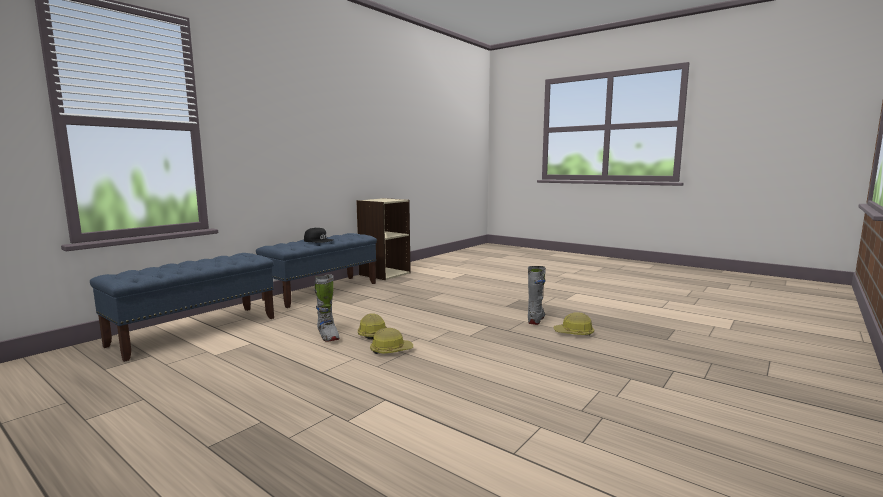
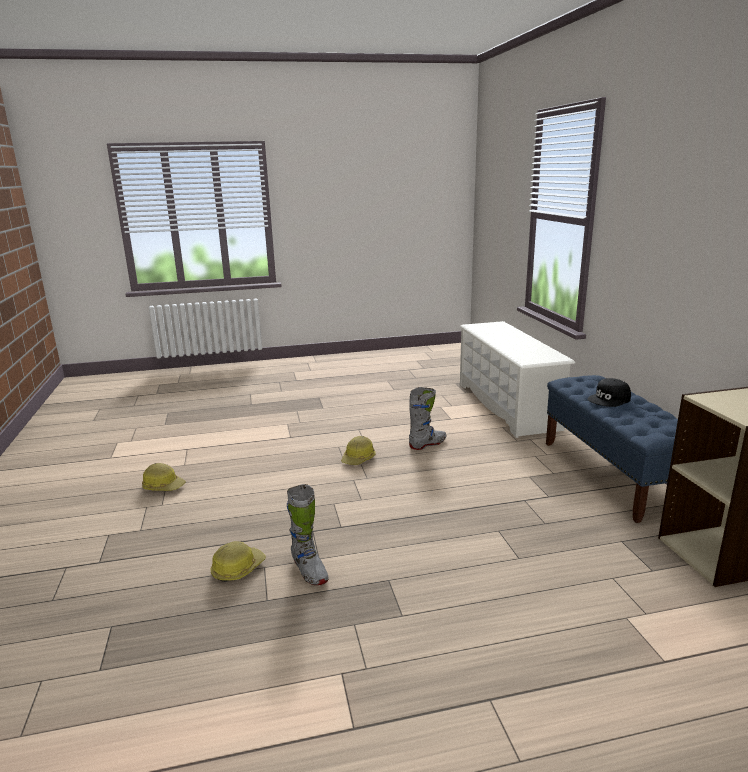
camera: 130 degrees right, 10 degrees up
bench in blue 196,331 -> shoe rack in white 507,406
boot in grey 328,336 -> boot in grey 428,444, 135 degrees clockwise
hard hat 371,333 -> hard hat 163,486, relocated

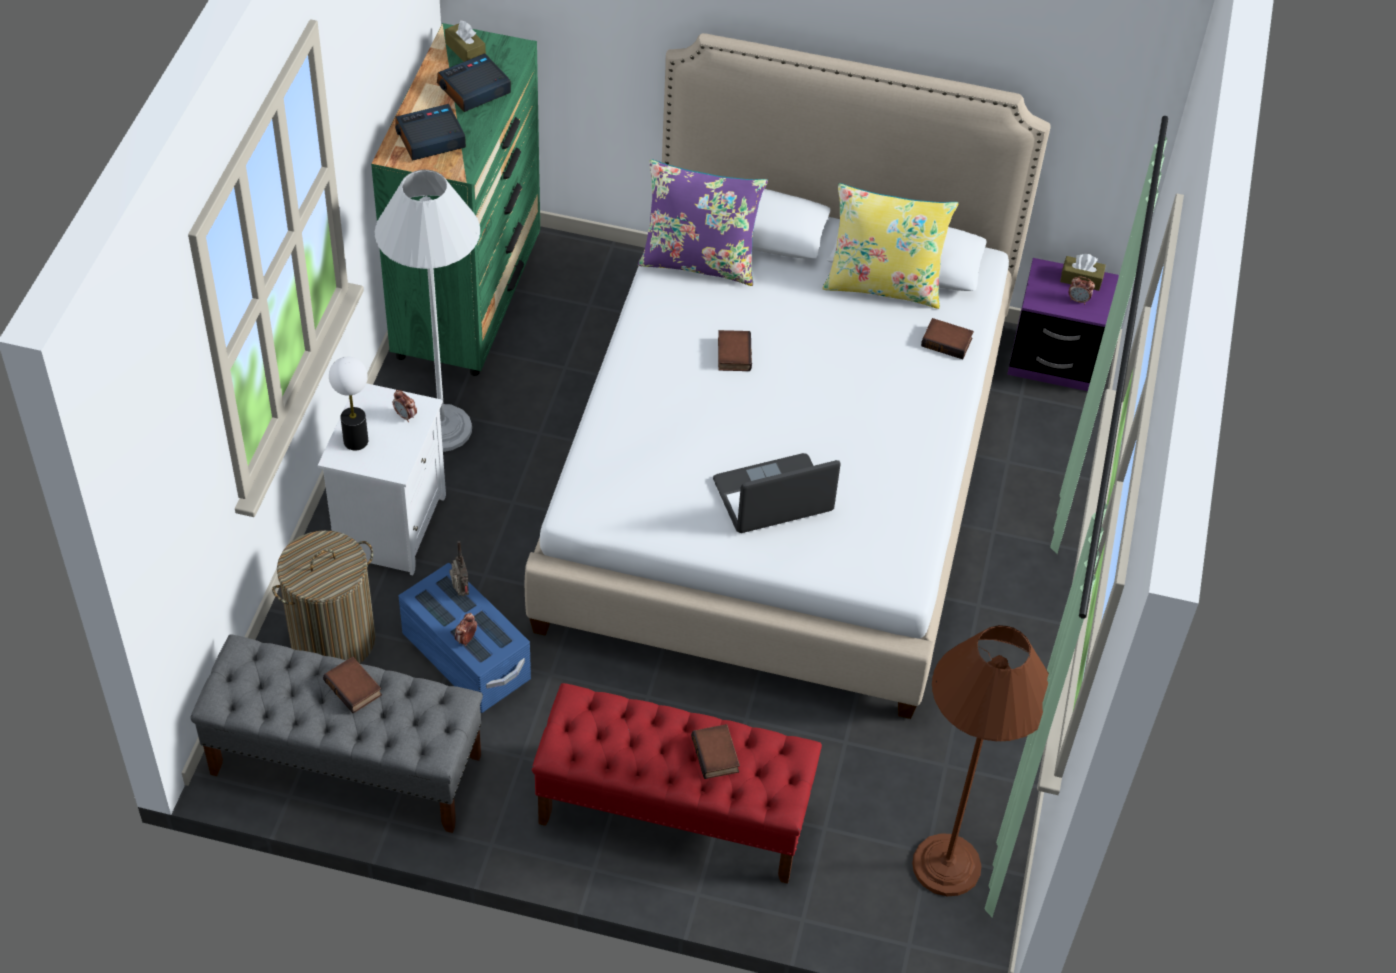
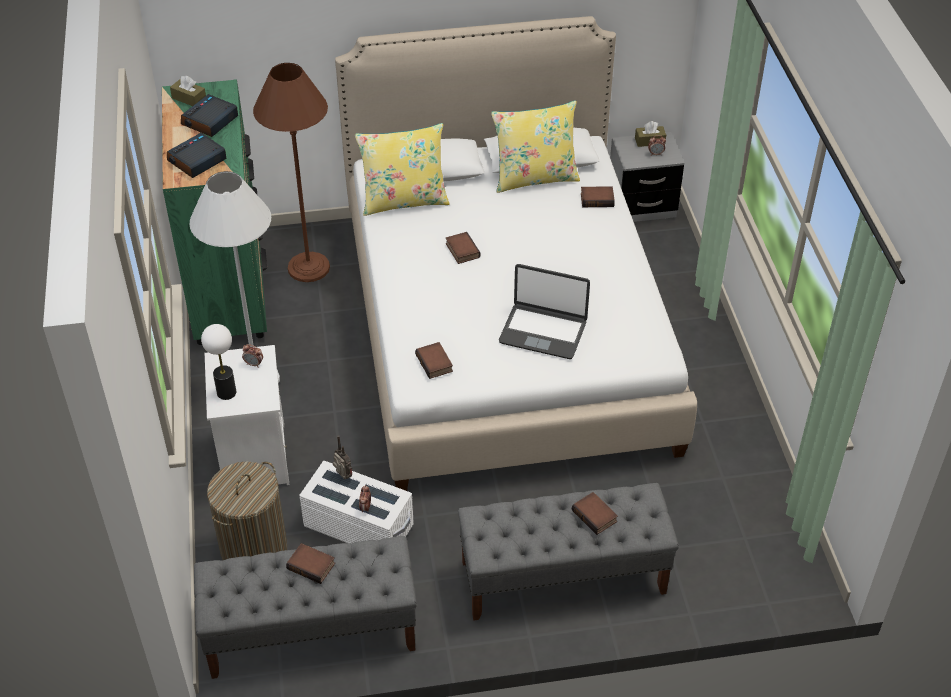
camera: 20 degrees left, 5 degrees down
storage box in blue 466,657 -> storage box in white 358,526
bench in red 673,814 -> bench in grey 562,577
pillow in purple 699,261 -> pillow in yellow 404,200
laptop 773,497 -> laptop 543,331, 120 degrees counterclockwise
floor lamp in brown 946,865 -> floor lamp in brown 308,268, relocated
nightstand in purple 1053,360 -> nightstand in grey 641,205
none -> book 435,363

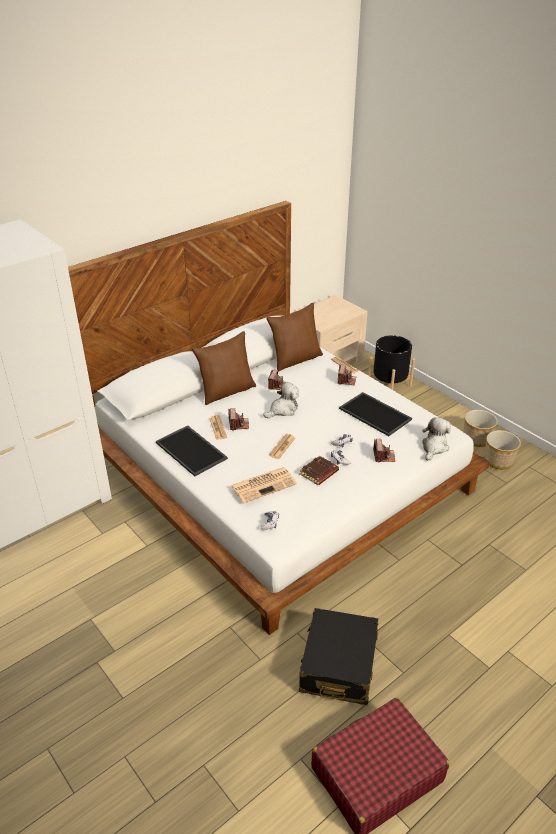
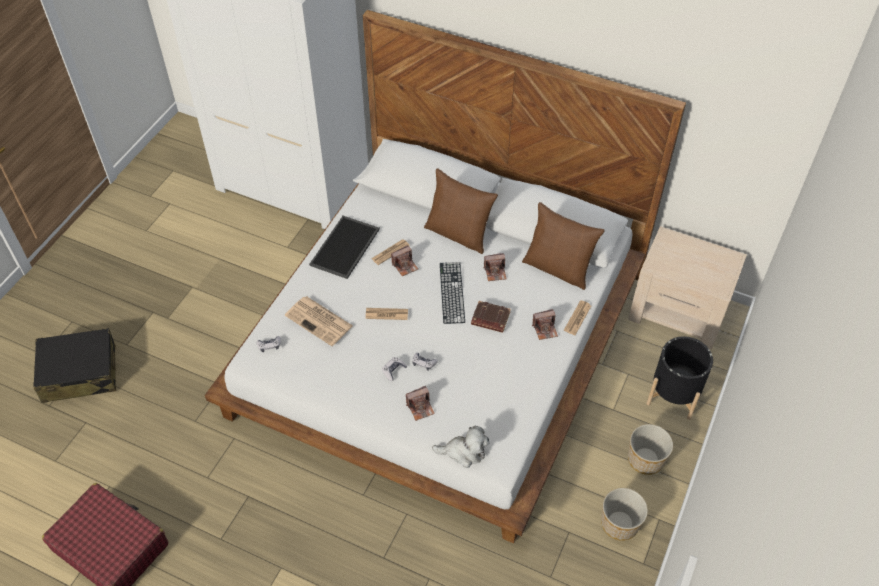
camera: 65 degrees right, 15 degrees up
plush toy 283,410 -> keyboard 452,292
book in brown 319,473 -> book in brown 490,319, relocated
suitcase in black 338,665 -> suitcase in black 79,373, relocated
tray 376,414 -> none
planter 498,461 -> planter 646,460, relocated

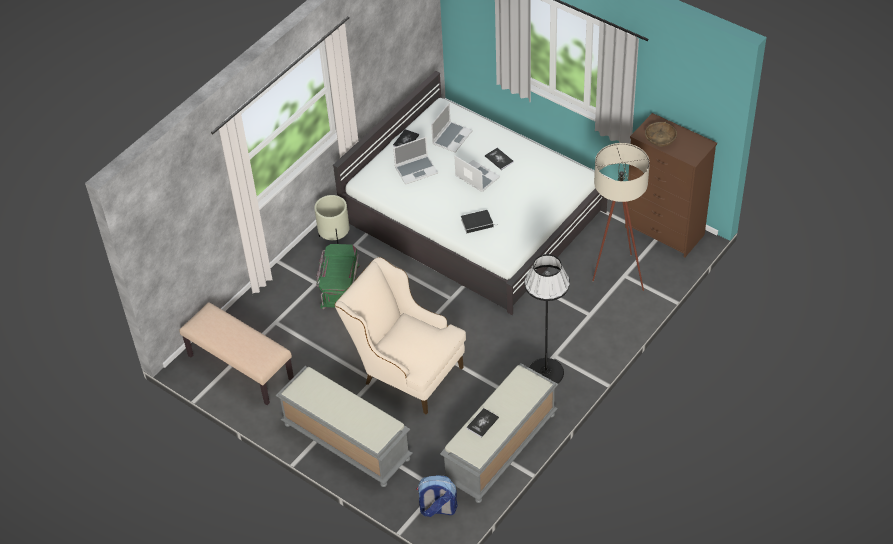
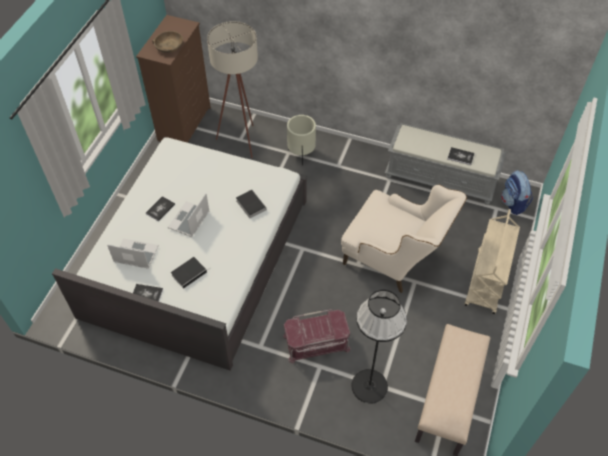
camera: 110 degrees left, 5 degrees up
bench in grey 345,442 -> cart in beige 486,282
planter in beige 335,239 -> planter in beige 301,154, relocated
storage box in green 339,285 -> storage box in red 316,343
armchair in beige 405,371 -> armchair in beige 394,260, 75 degrees counterclockwise
laptop 416,170 -> book 189,273
floor lamp in black 546,372 -> floor lamp in black 369,386, relocated

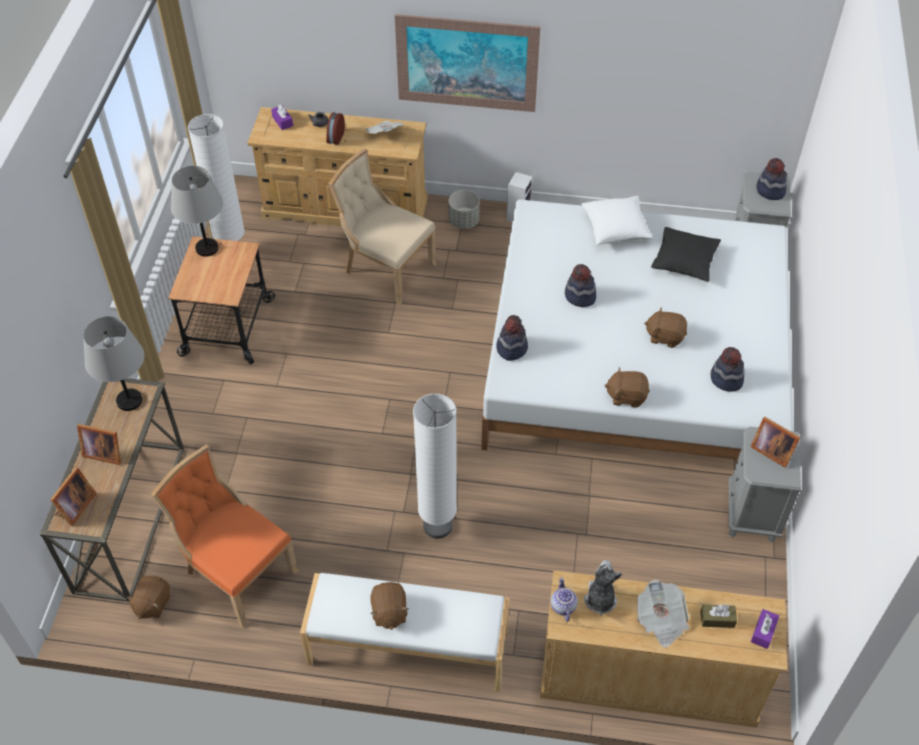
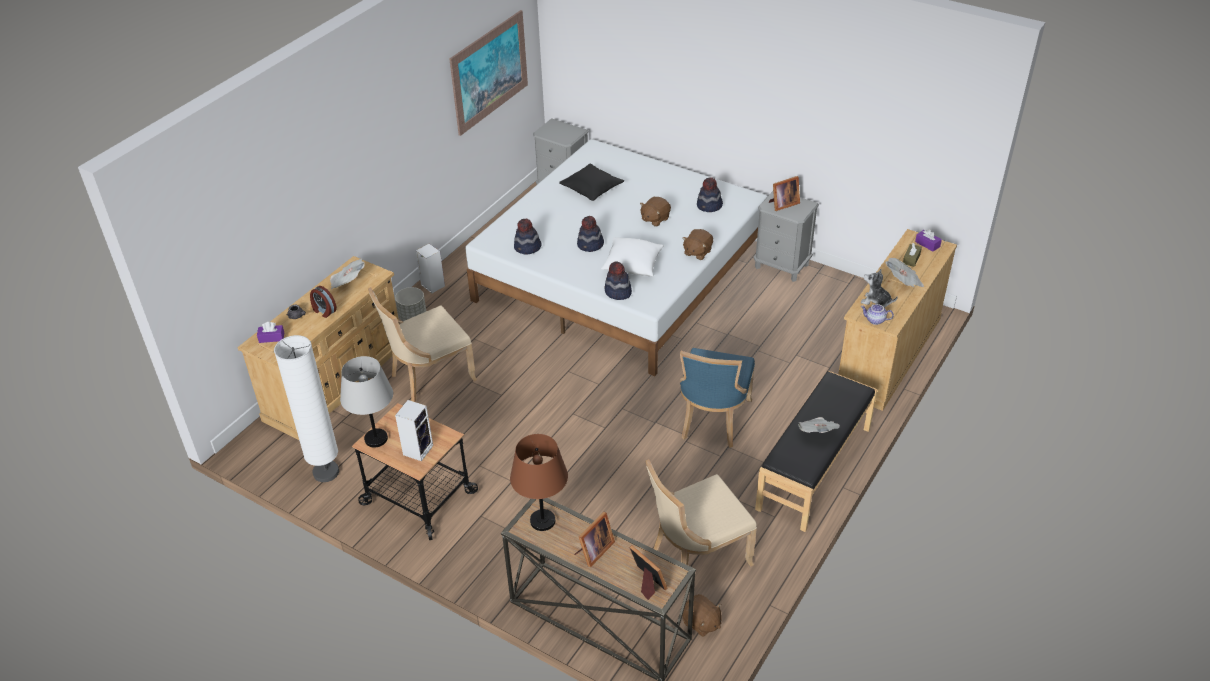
camera: 65 degrees left, 10 degrees down
table lamp in grey 129,401 -> table lamp in brown 543,521
chair in orange 237,572 -> chair in beige 696,556
bench in white 408,649 -> bench in black 815,468
plush toy in brown 389,612 -> newspaper 817,433
picture 467,63 -> picture 489,72, relocated
floor lamp in white 437,526 -> chair in blue 712,421
pillow in white 615,229 -> pillow in white 632,266, relocated
hat 770,191 -> hat 527,248, relocated
none -> speaker 418,449

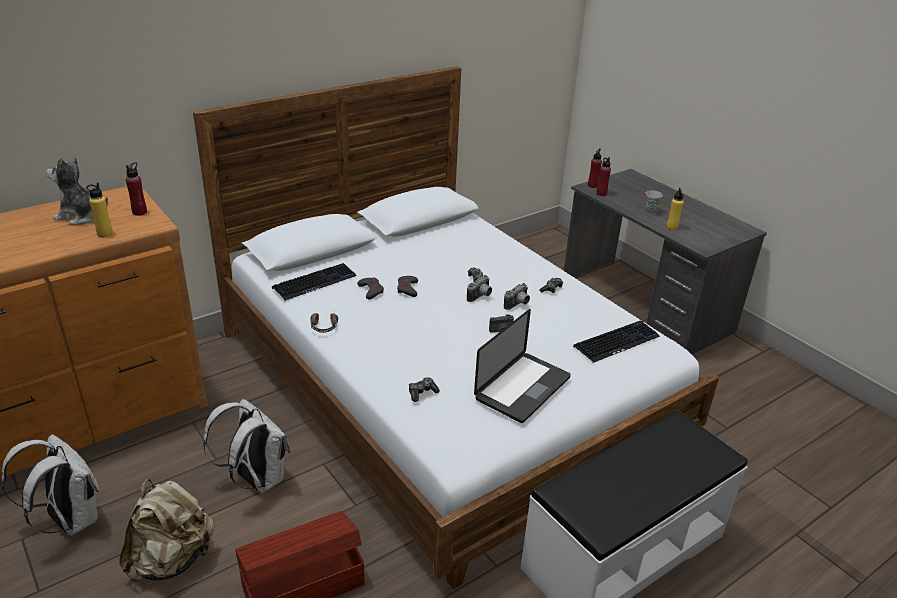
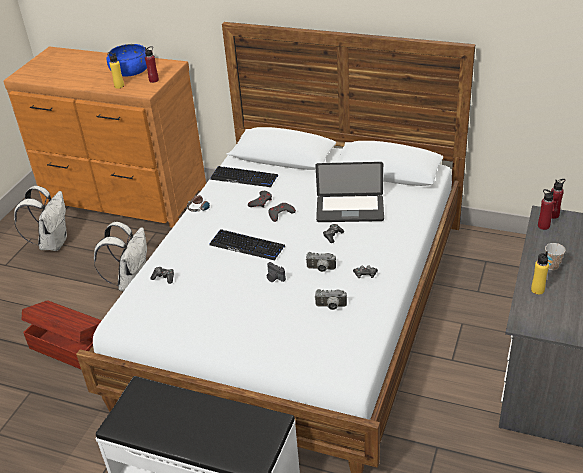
camera: 60 degrees right, 5 degrees up
plush toy 81,216 -> bowl in blue 130,70
backpack in beige 172,559 -> none
photo camera 480,297 -> photo camera 331,307, relocated
laptop 522,388 -> laptop 350,210, relocated
keyboard 616,342 -> keyboard 247,246, relocated

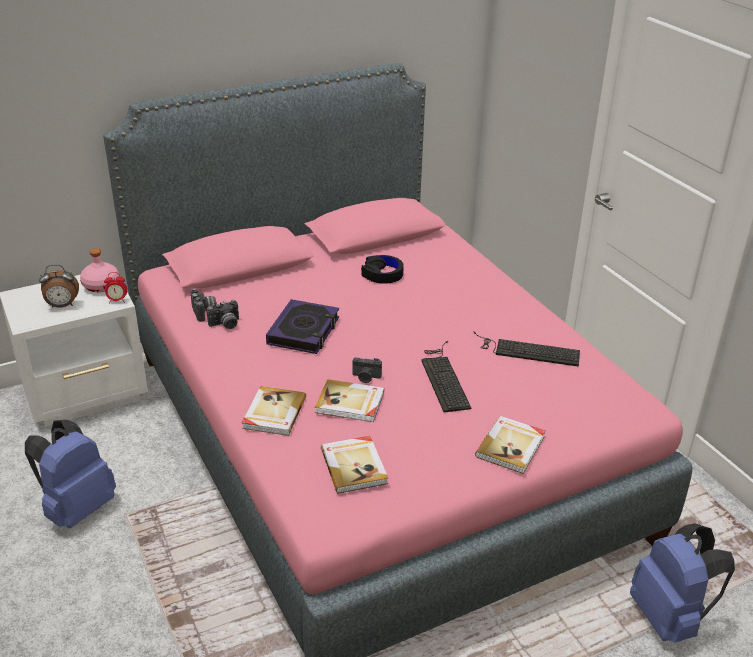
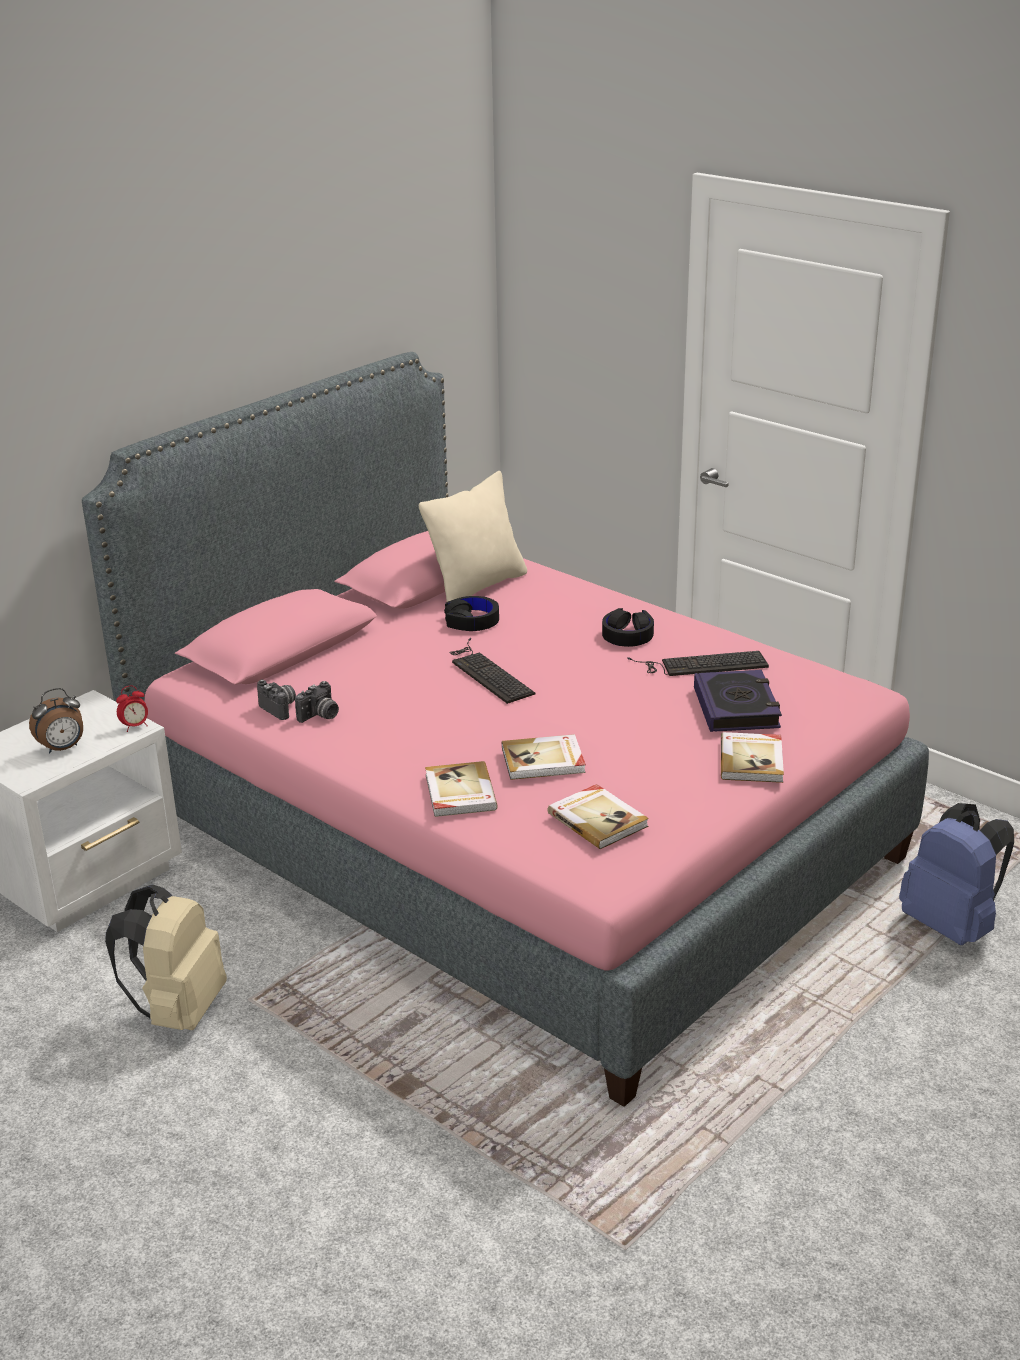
camera: 20 degrees left, 5 degrees down
backpack in blue 77,508 -> backpack in beige 178,1010
bottle in pink 101,285 -> none
book 304,331 -> book 736,708, relocated
photo camera 366,377 -> none
keyboard 444,377 -> keyboard 487,672, relocated
none -> pillow in beige 477,586
none -> headphones in black 627,635

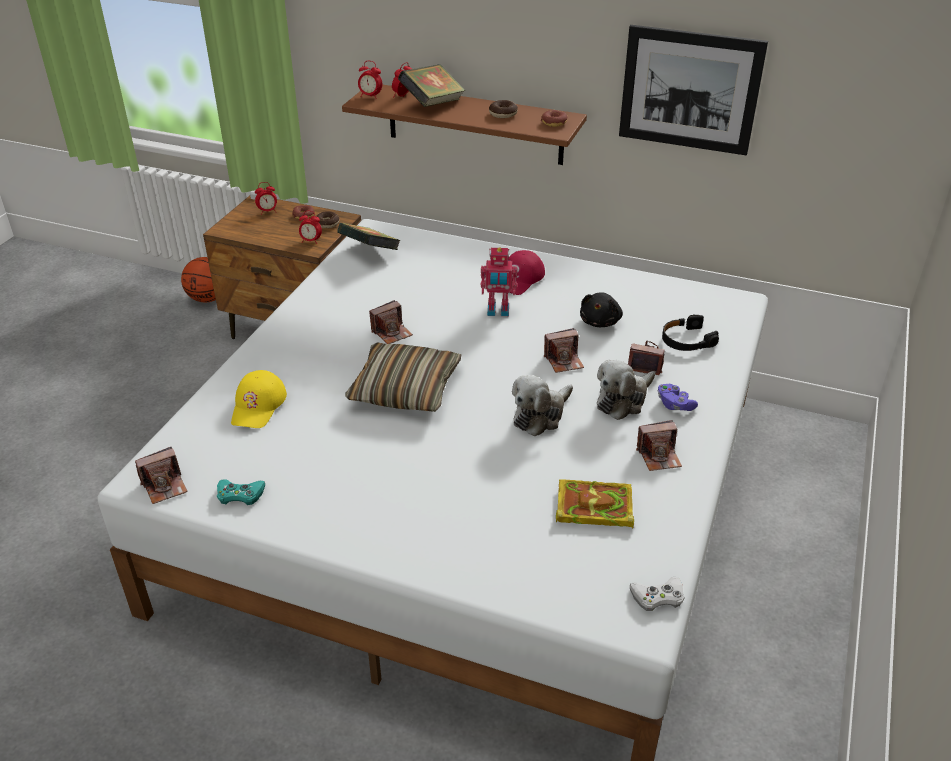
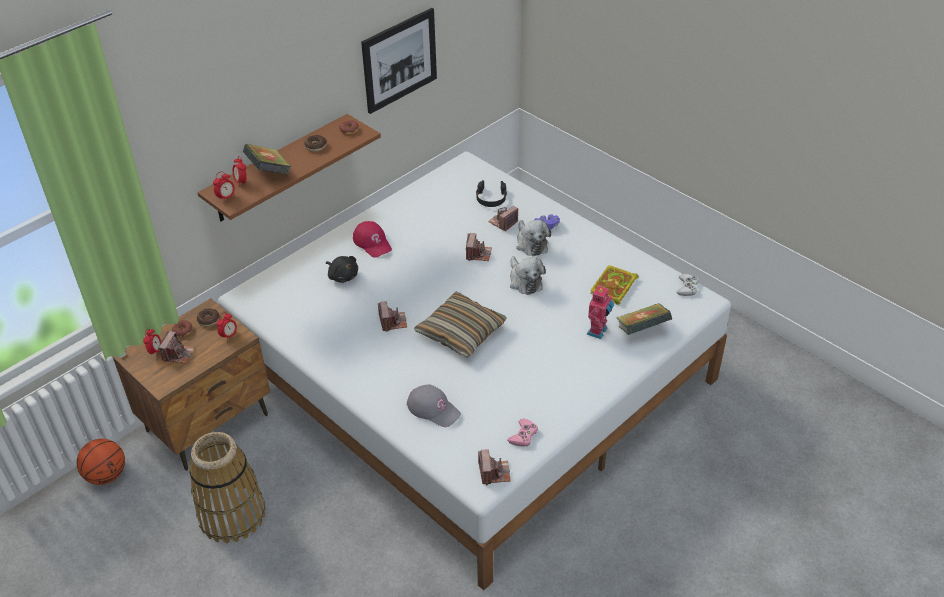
camera: 65 degrees left, 5 degrees up
game controller in turquoise 240,495 -> game controller in pink 523,435
cap in yellow 258,405 -> cap in grey 433,409
book 369,252 -> book 642,330, relocated
toy robot 498,311 -> toy robot 598,331, relocated
plush toy in black 600,321 -> plush toy in black 342,276, relocated
photo camera 659,456 -> photo camera 178,354, relocated
none -> basket 232,514

